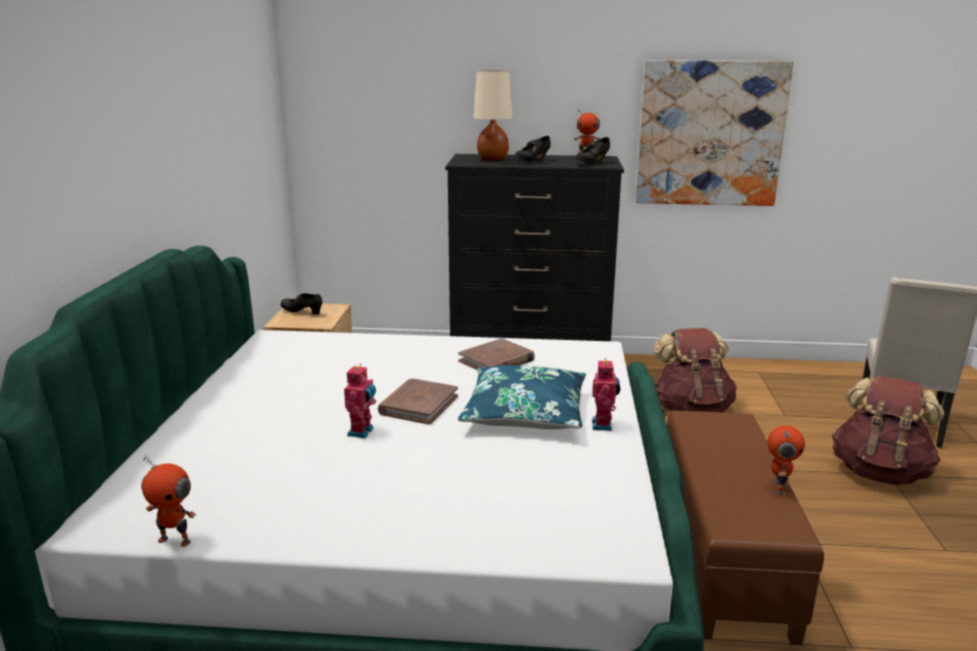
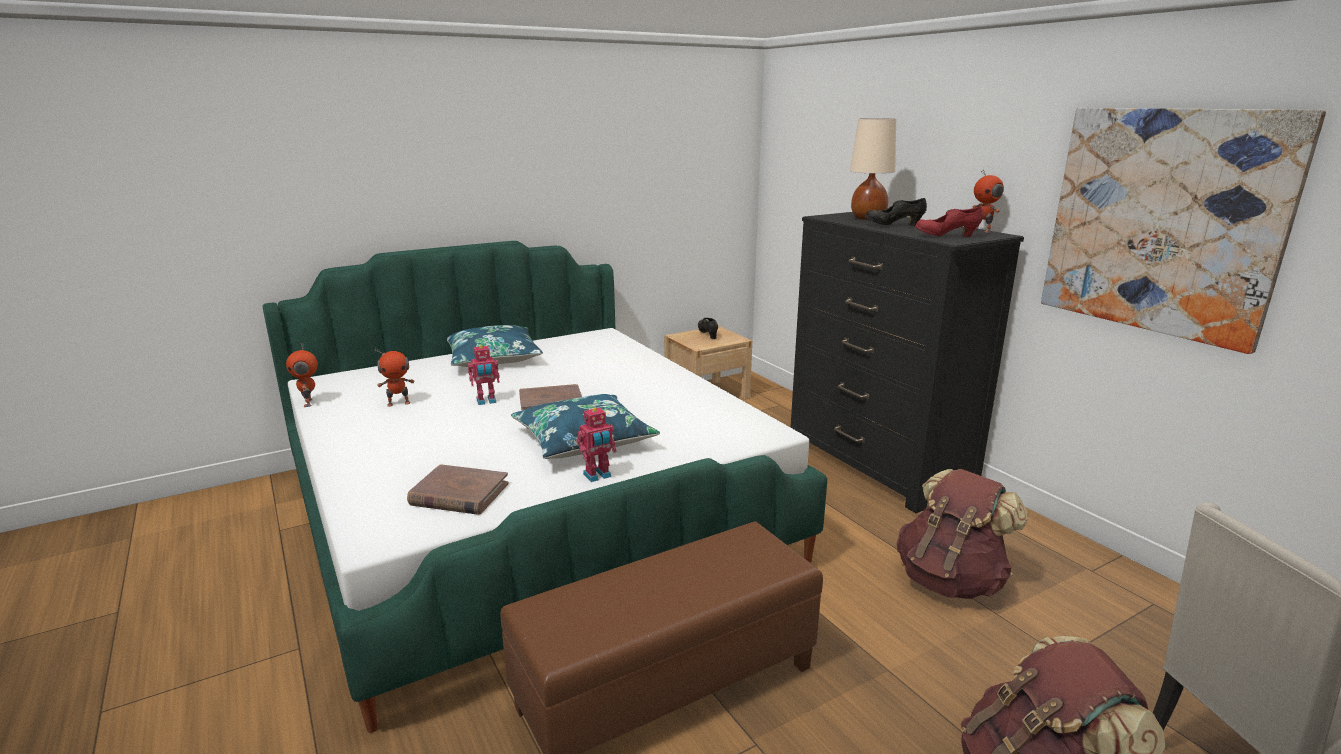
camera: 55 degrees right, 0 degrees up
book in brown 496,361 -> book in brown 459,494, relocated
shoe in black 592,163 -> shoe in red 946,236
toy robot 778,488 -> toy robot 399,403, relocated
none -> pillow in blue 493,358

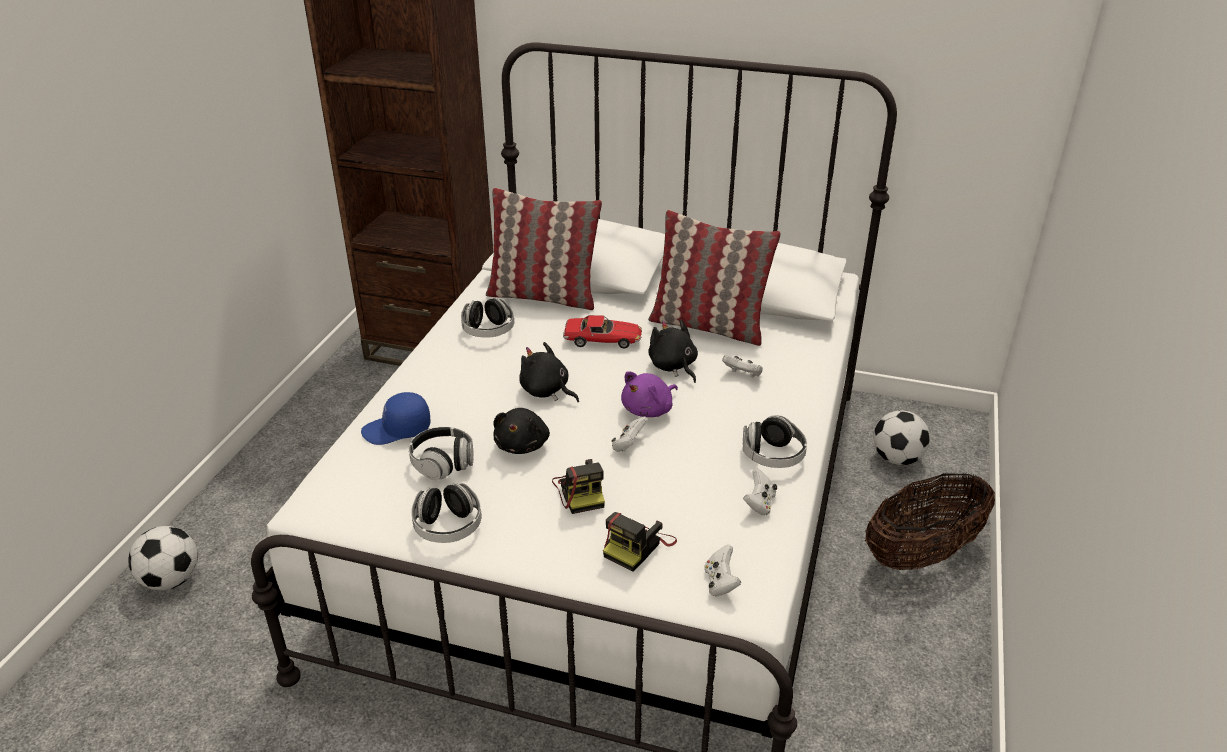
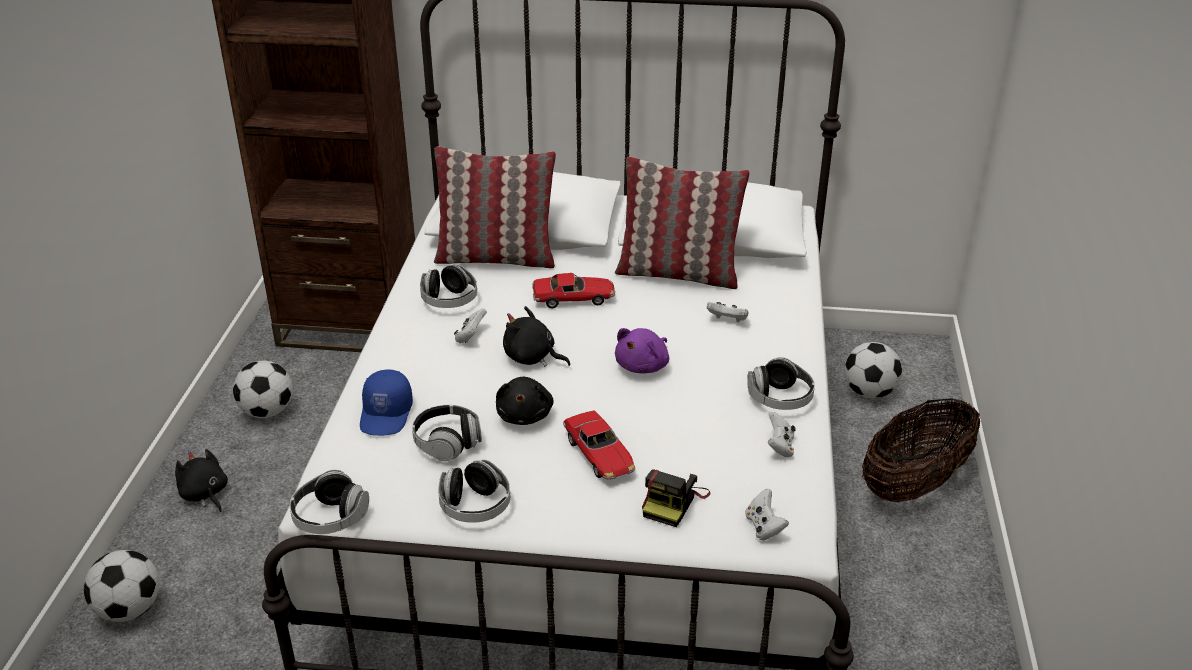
camera: 10 degrees left, 0 degrees up
cap in blue 397,430 -> cap in blue 387,414, 60 degrees counterclockwise
photo camera 581,491 -> toy car 599,455
game controller in white 628,445 -> game controller in white 470,336, relocated
plush toy in black 673,366 -> plush toy in black 205,494, relocated
none -> football 267,411
none -> headphones 330,518

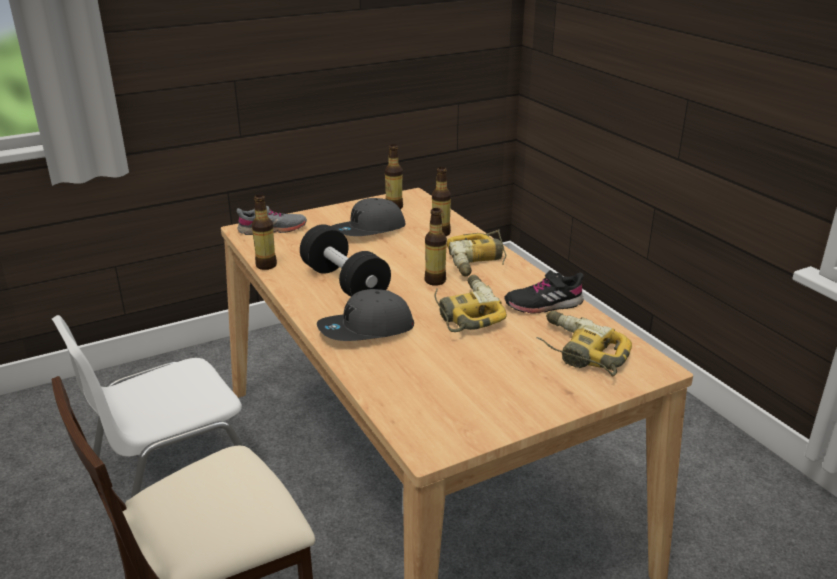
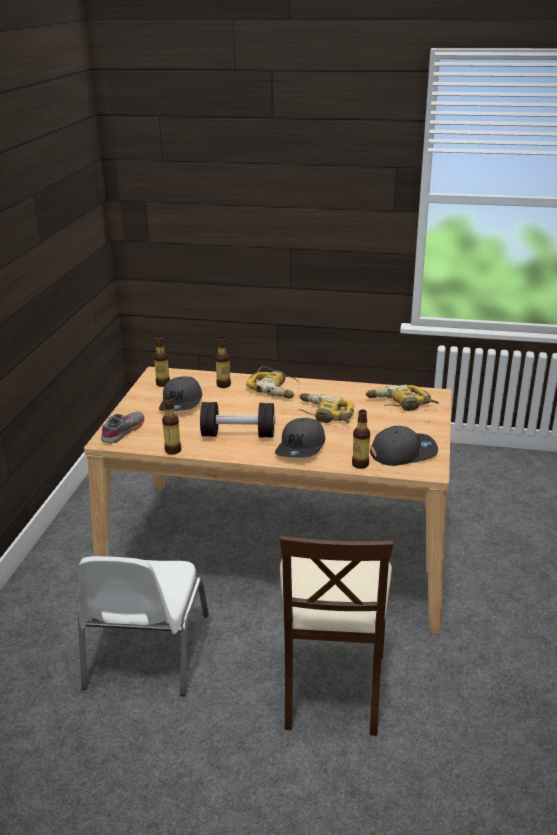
camera: 50 degrees left, 0 degrees up
bottle 435,281 -> bottle 360,464, relocated
shoe in black 543,304 -> none
none -> cap in grey 403,452

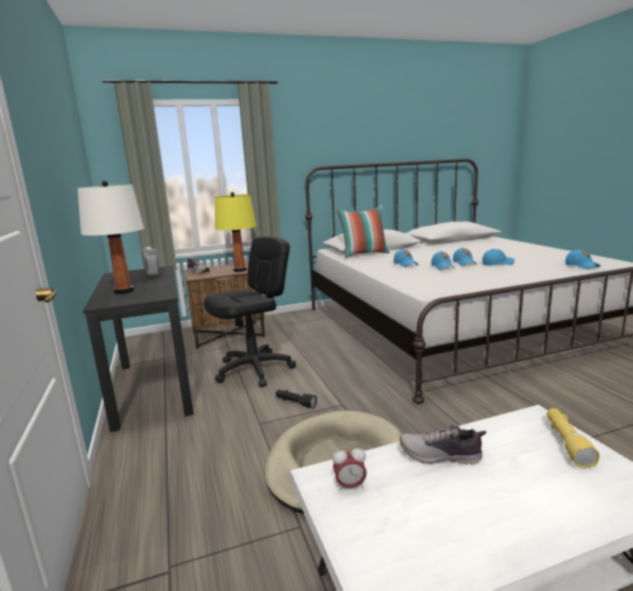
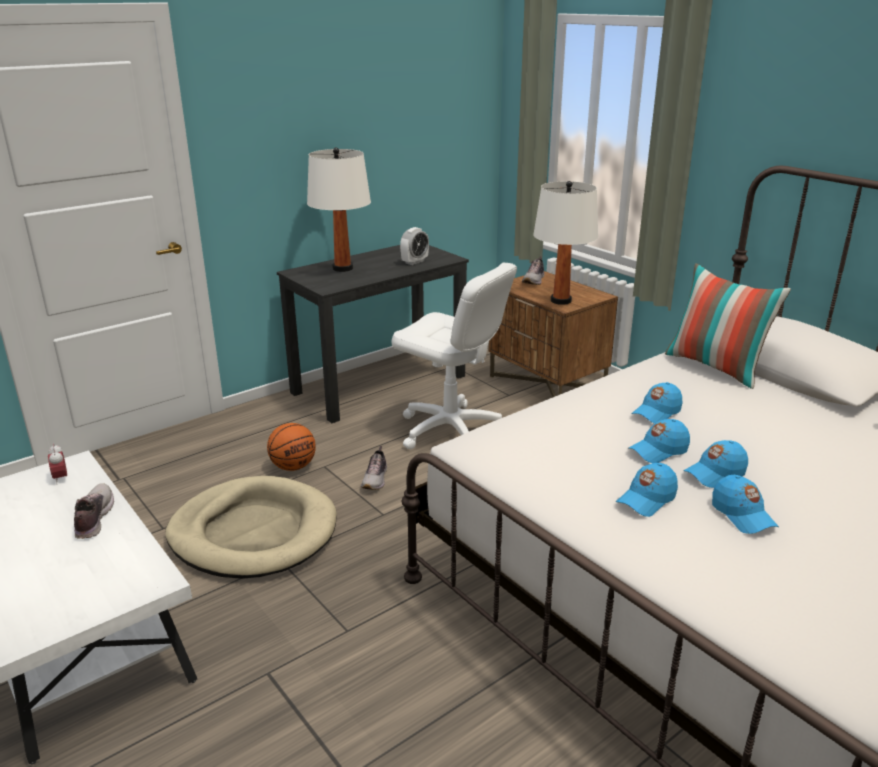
camera: 70 degrees right, 10 degrees up
office chair in black 254,369 -> office chair in white 450,431
table lamp in yellow 240,270 -> table lamp in white 561,300
flashlight in black 295,403 -> shoe 375,479
flashlight in yellow 566,443 -> none
cap in blue 581,266 -> cap in blue 646,499, relocated
none -> basketball 293,466

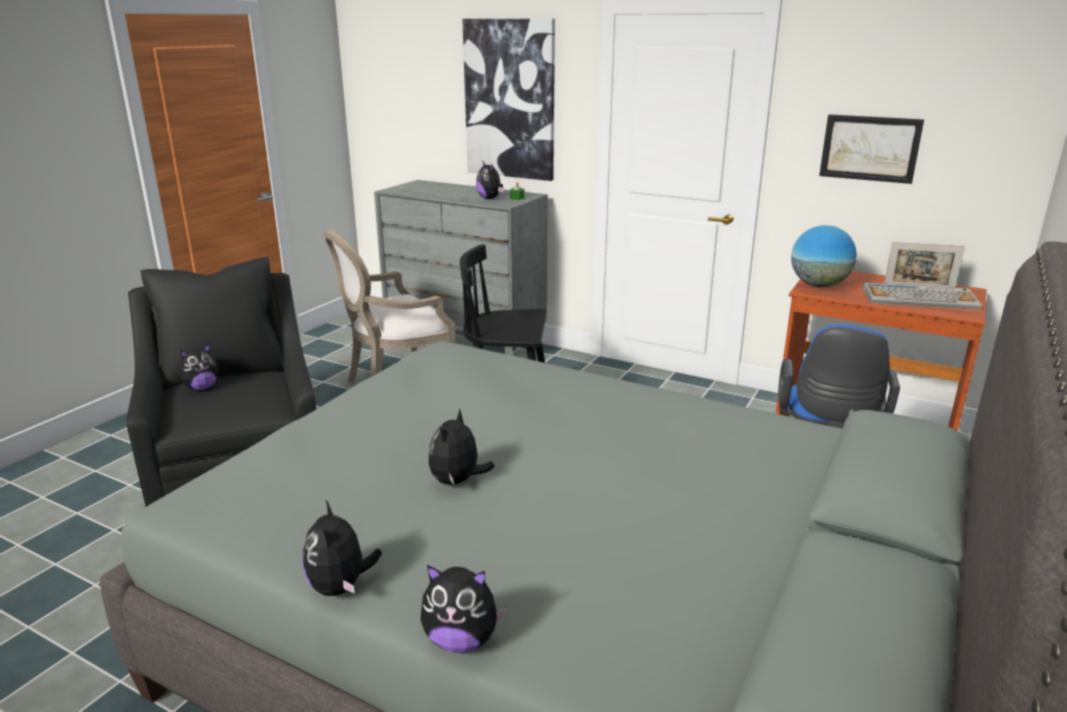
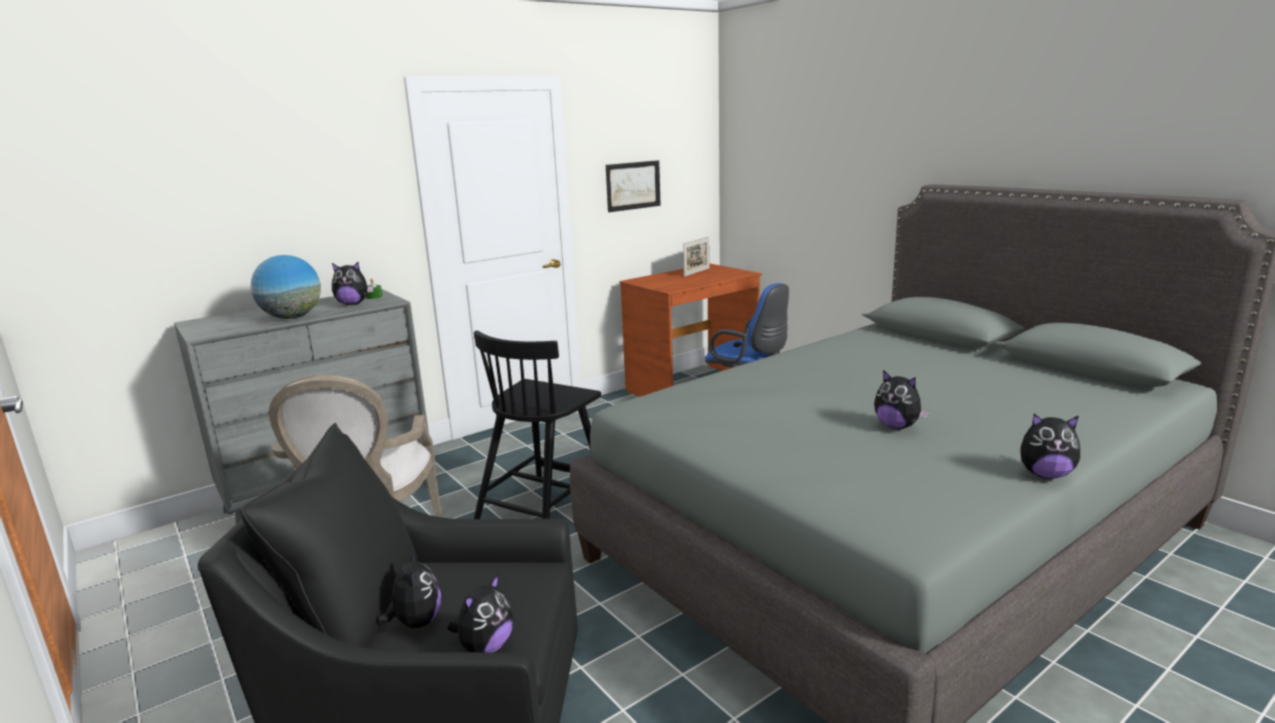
camera: 65 degrees left, 5 degrees down
plush toy 461,640 -> plush toy 486,647, relocated
picture 510,100 -> none
globe 818,285 -> globe 292,317, relocated
keyboard 920,299 -> none

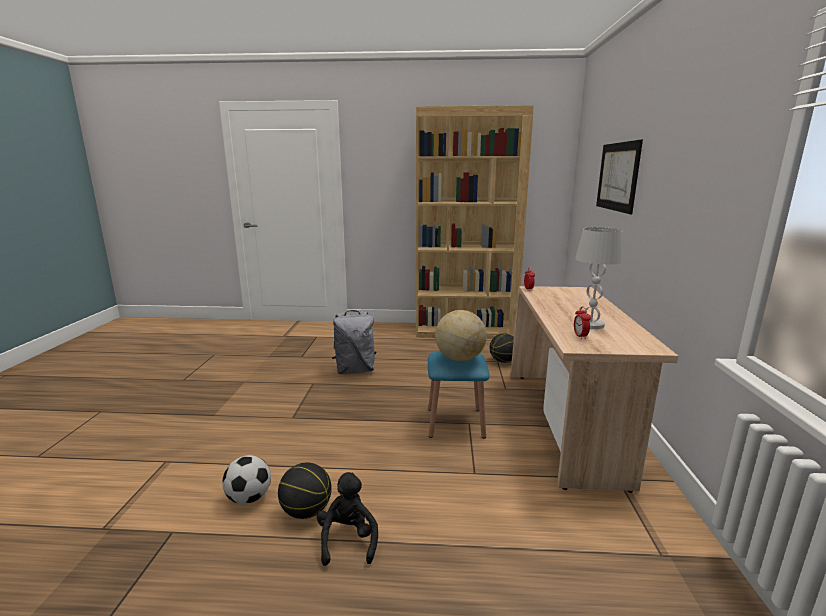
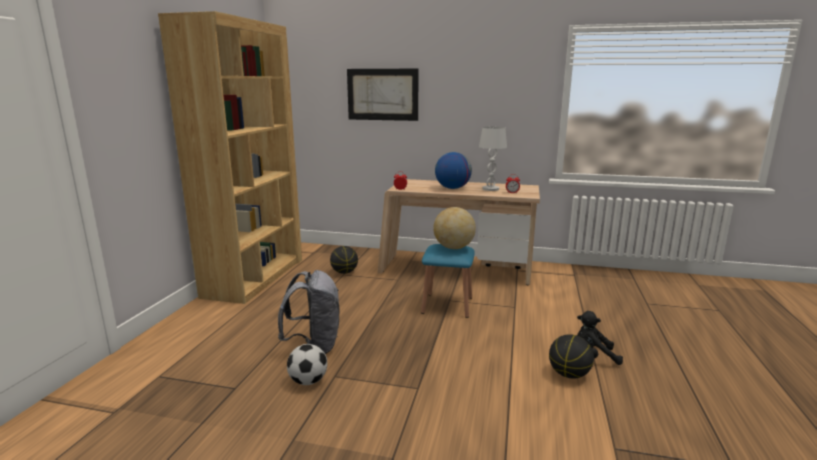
camera: 80 degrees left, 0 degrees up
football 249,498 -> football 308,381, relocated
none -> globe 452,188

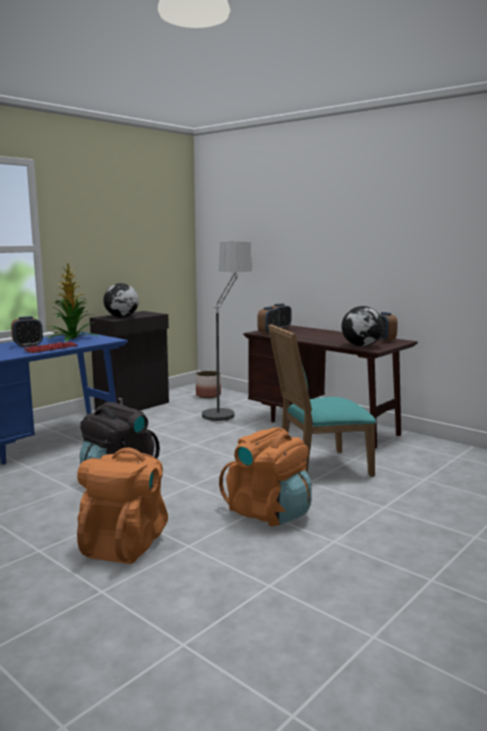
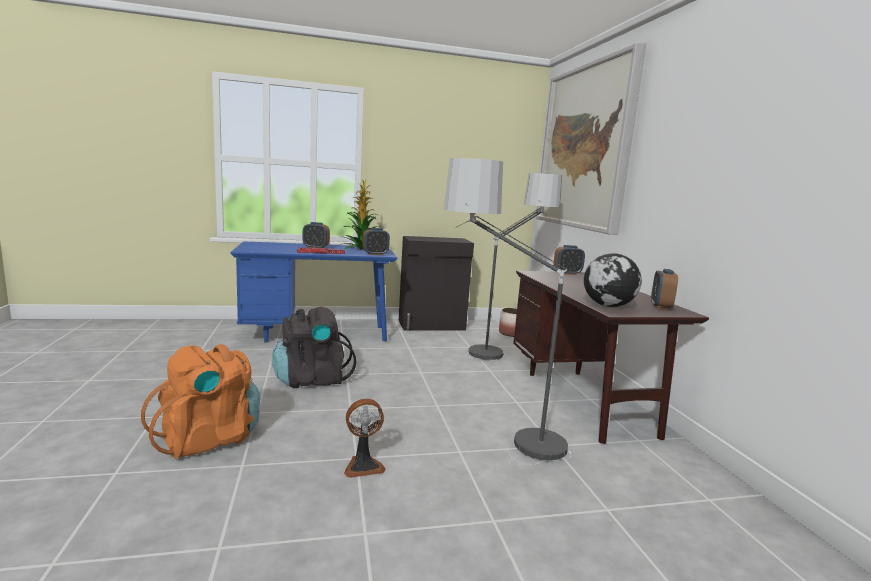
camera: 35 degrees right, 0 degrees up
globe 121,317 -> none
backpack in orange 268,512 -> fan 363,466
alarm clock 268,332 -> alarm clock 375,254, relocated
chair in turquoise 319,468 -> floor lamp 497,439
none -> picture 585,147

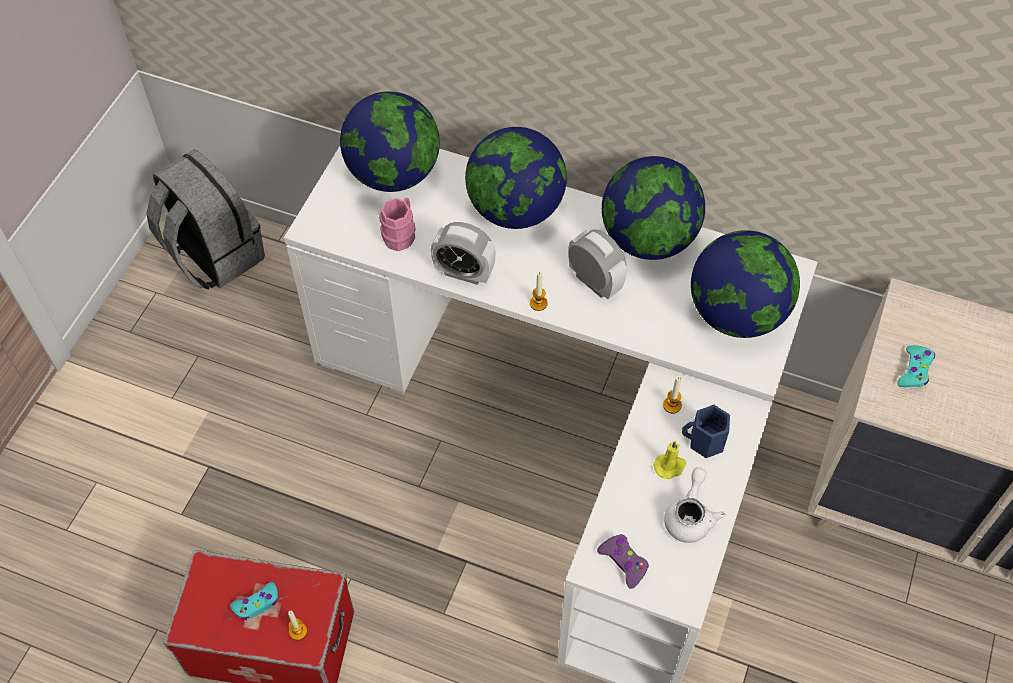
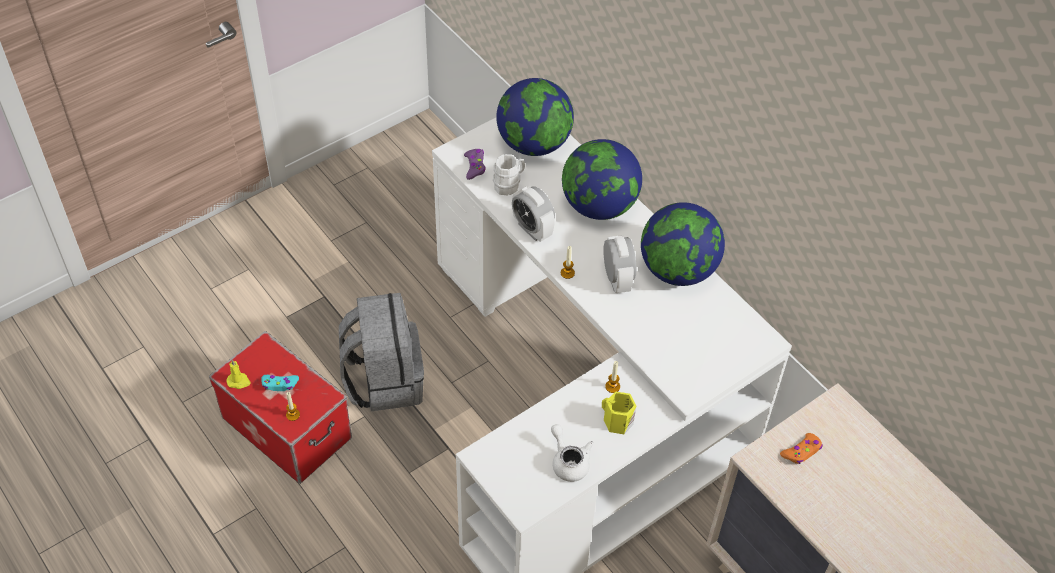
camera: 30 degrees right, 5 degrees down
backpack in grey 213,255 -> backpack in grey 384,380, relocated
mug in pink 401,233 -> mug in white 509,184
game controller in purple 623,562 -> game controller in purple 475,166, relocated
candle in yellow 670,466 -> candle in yellow 239,381, relocated
teapot in white 690,516 -> teapot in white 568,461, 75 degrees counterclockwise
mug in blue 705,442 -> mug in yellow 616,422
globe 736,314 -> none
game controller in turquoise 914,370 -> game controller in orange 801,452

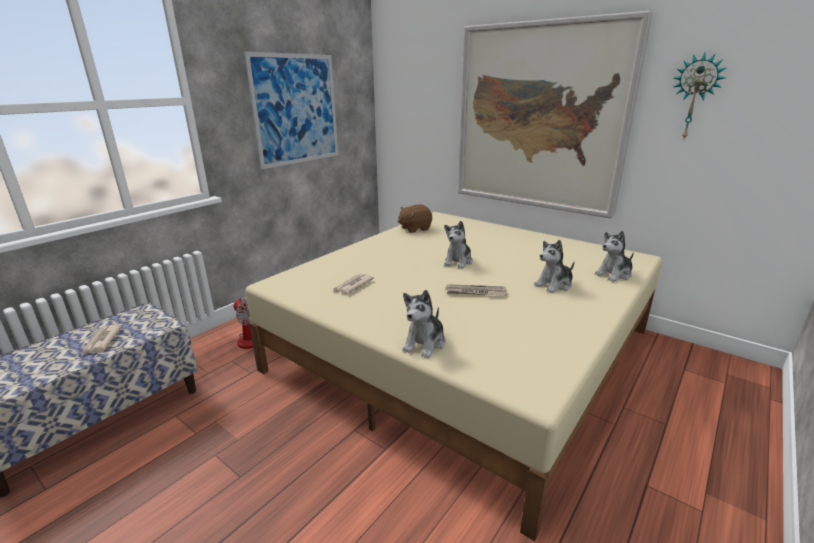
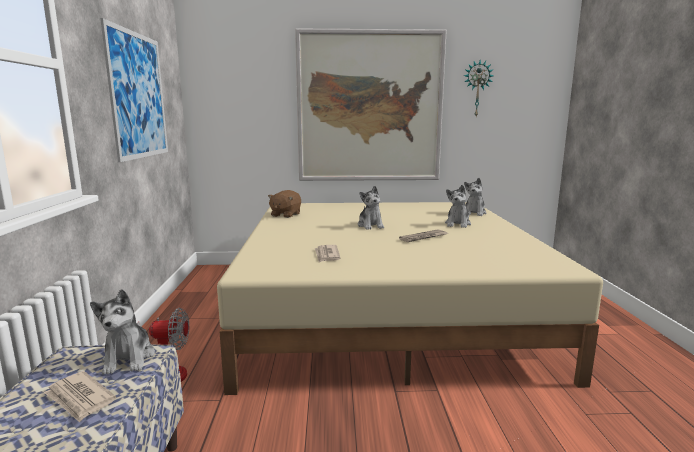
camera: 40 degrees left, 10 degrees down
plush toy 425,343 -> plush toy 129,358, relocated

